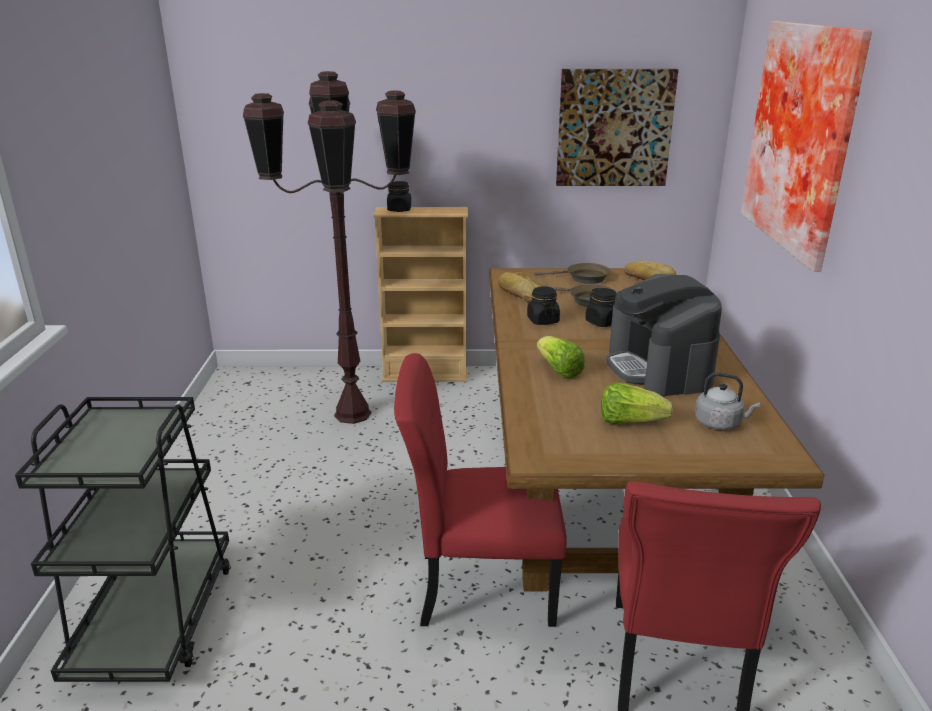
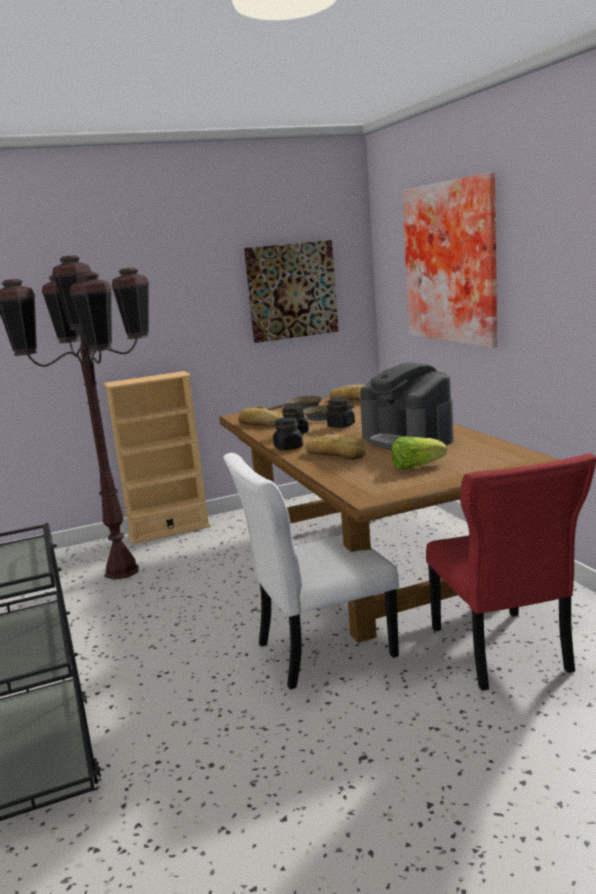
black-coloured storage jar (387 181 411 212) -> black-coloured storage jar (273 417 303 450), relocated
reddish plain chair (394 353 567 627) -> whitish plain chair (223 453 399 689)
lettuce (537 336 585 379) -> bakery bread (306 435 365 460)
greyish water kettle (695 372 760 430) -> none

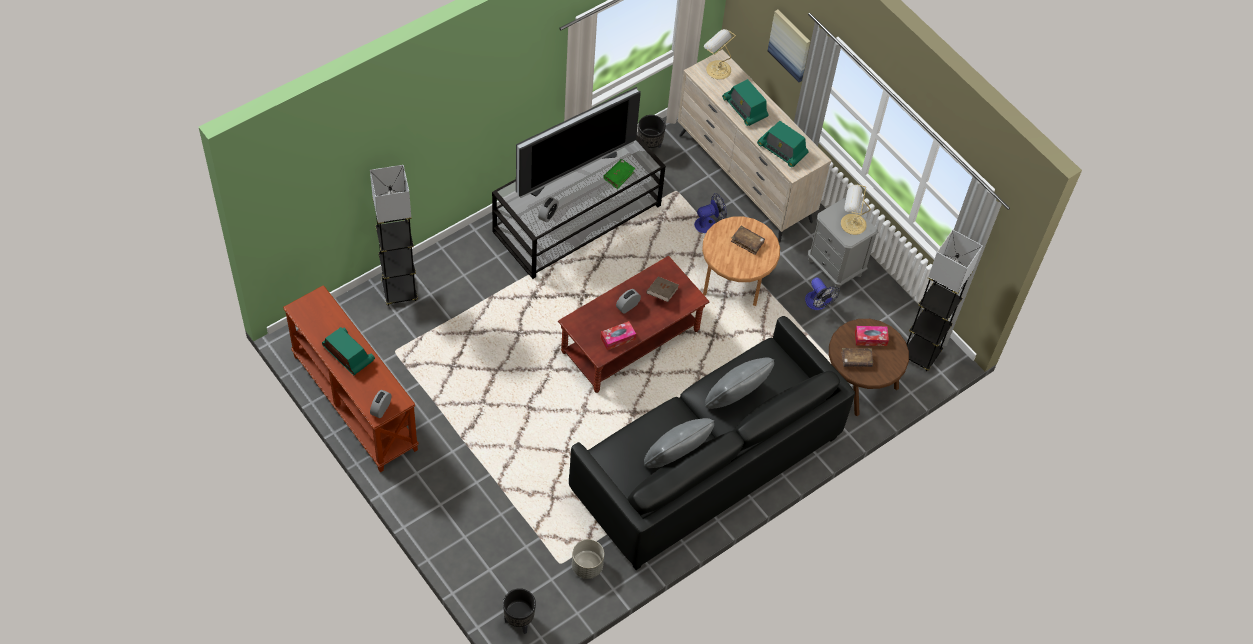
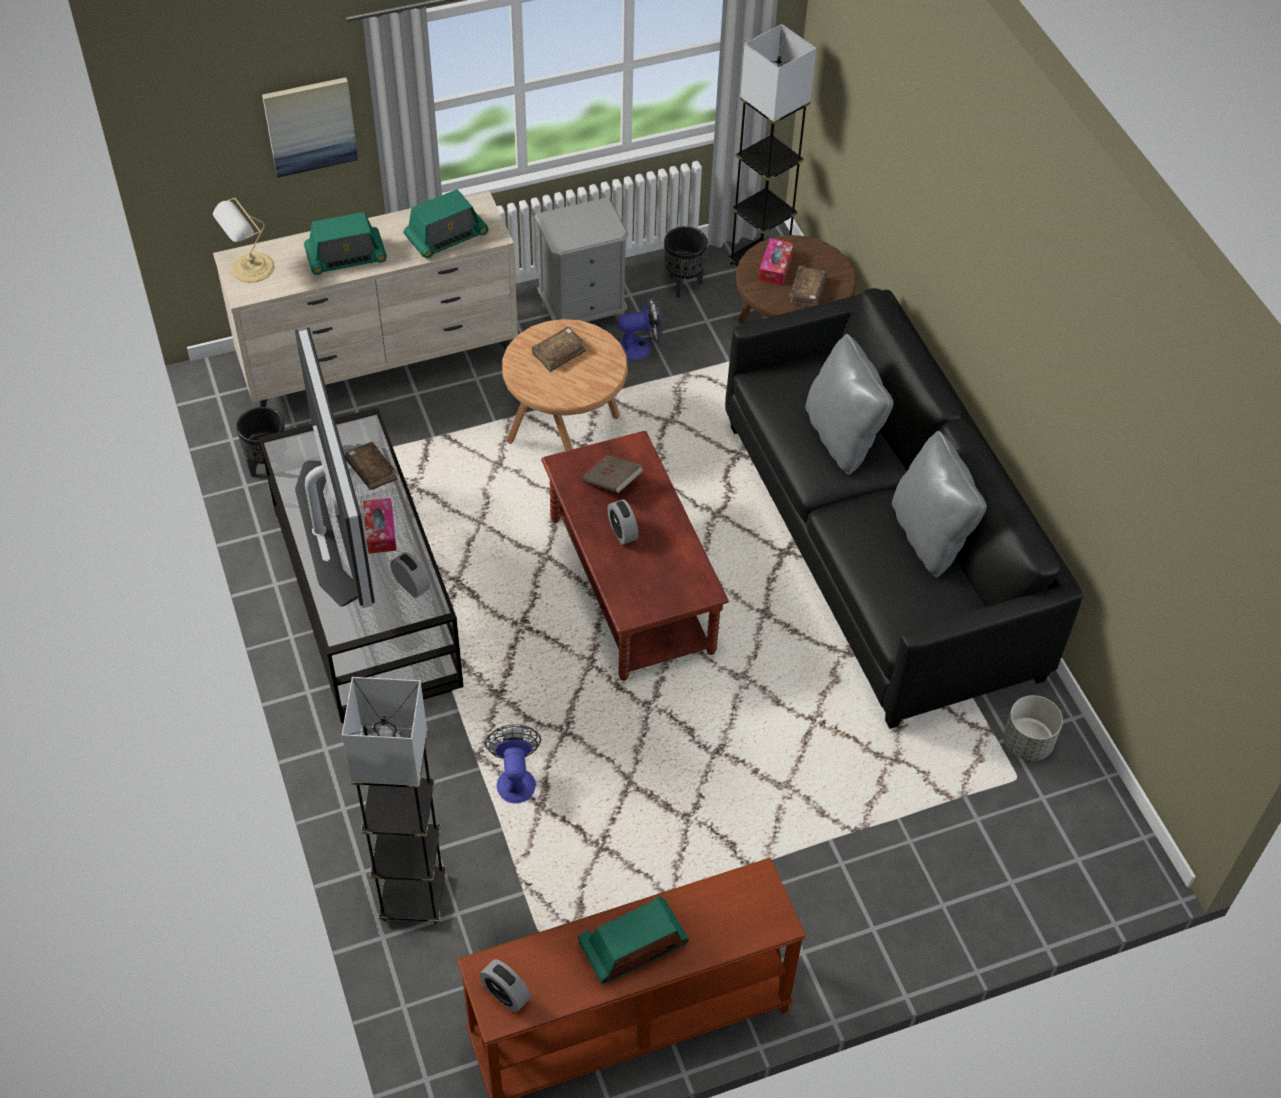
alarm clock (370 390 391 418) -> alarm clock (479 959 531 1012), relocated
black-coloured flower pot (503 588 536 634) -> black-coloured flower pot (664 226 707 298), relocated
box of tissues (600 321 636 350) -> box of tissues (363 498 397 554), relocated
green-coloured volume (603 159 635 189) -> brown volume (345 442 398 490)
electric fan (694 193 727 233) -> electric fan (485 724 541 803), relocated
table lamp (841 184 871 235) -> none

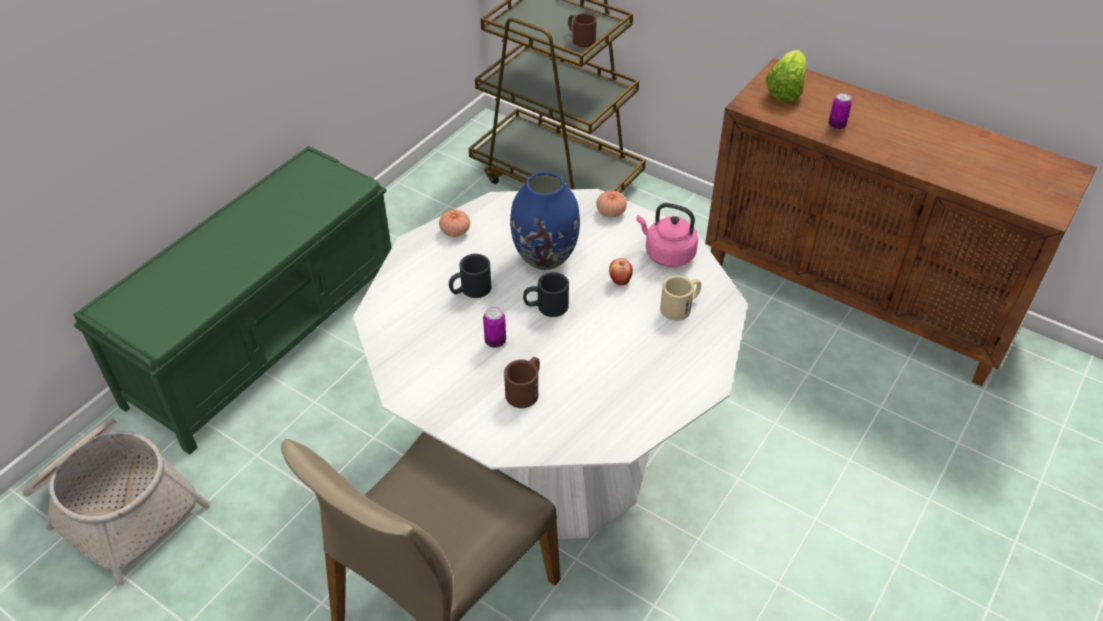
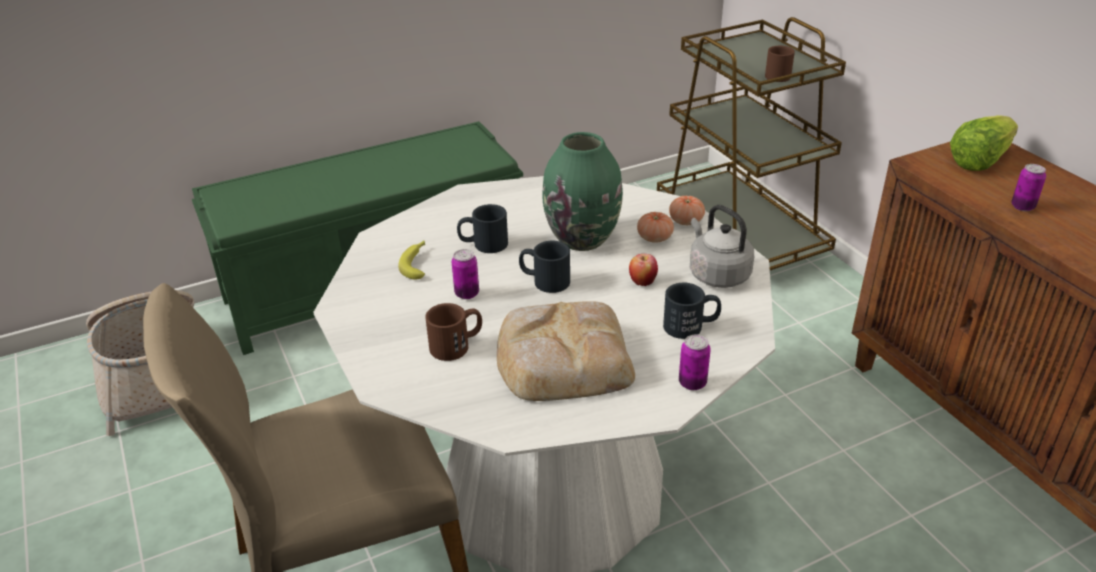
tomato (439 210 470 237) -> tomato (637 212 674 243), relocated
blue decorative vase (510 172 580 270) -> green-coloured decorative vase (543 132 623 251)
pink-coloured water kettle (636 203 698 267) -> greyish water kettle (690 205 754 288)
beige coffee mug (660 275 701 321) -> black-coloured coffee mug (663 283 721 339)
none -> banana (398 241 425 279)
none -> bakery bread (497 301 635 401)
none -> metal can (679 334 711 390)

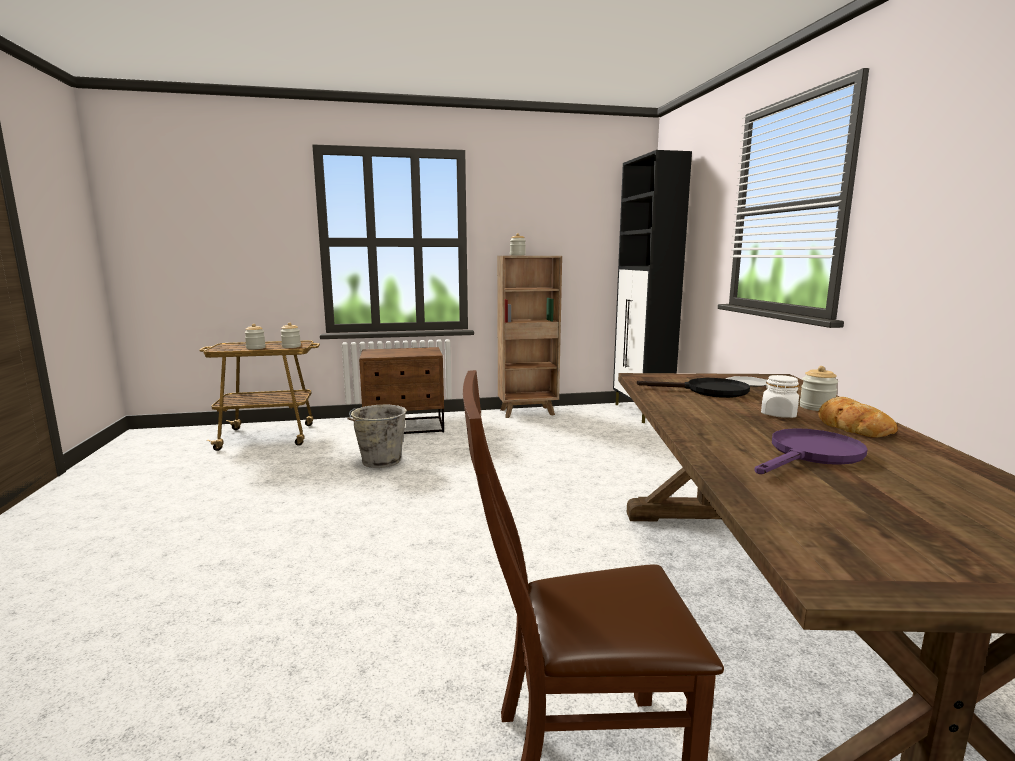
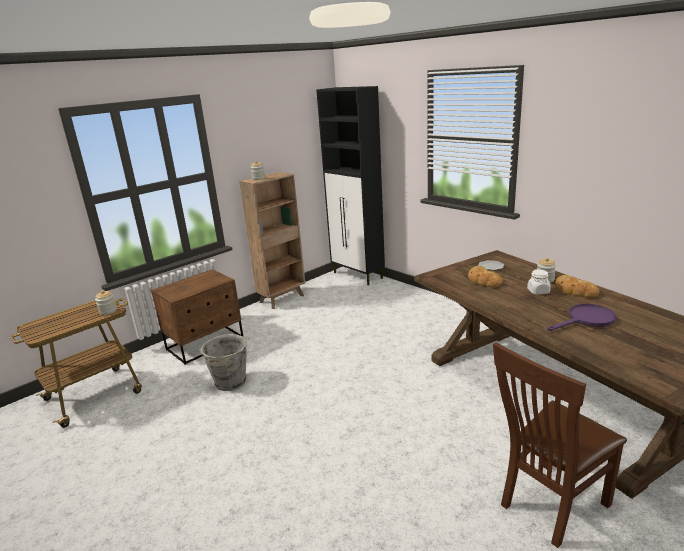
storage jar (244 324 266 349) -> none
black-coloured skillet (637 378 750 398) -> bakery bread (468 266 503 288)
purple skillet (755 428 868 474) -> purple skillet (547 304 616 331), 45 degrees clockwise

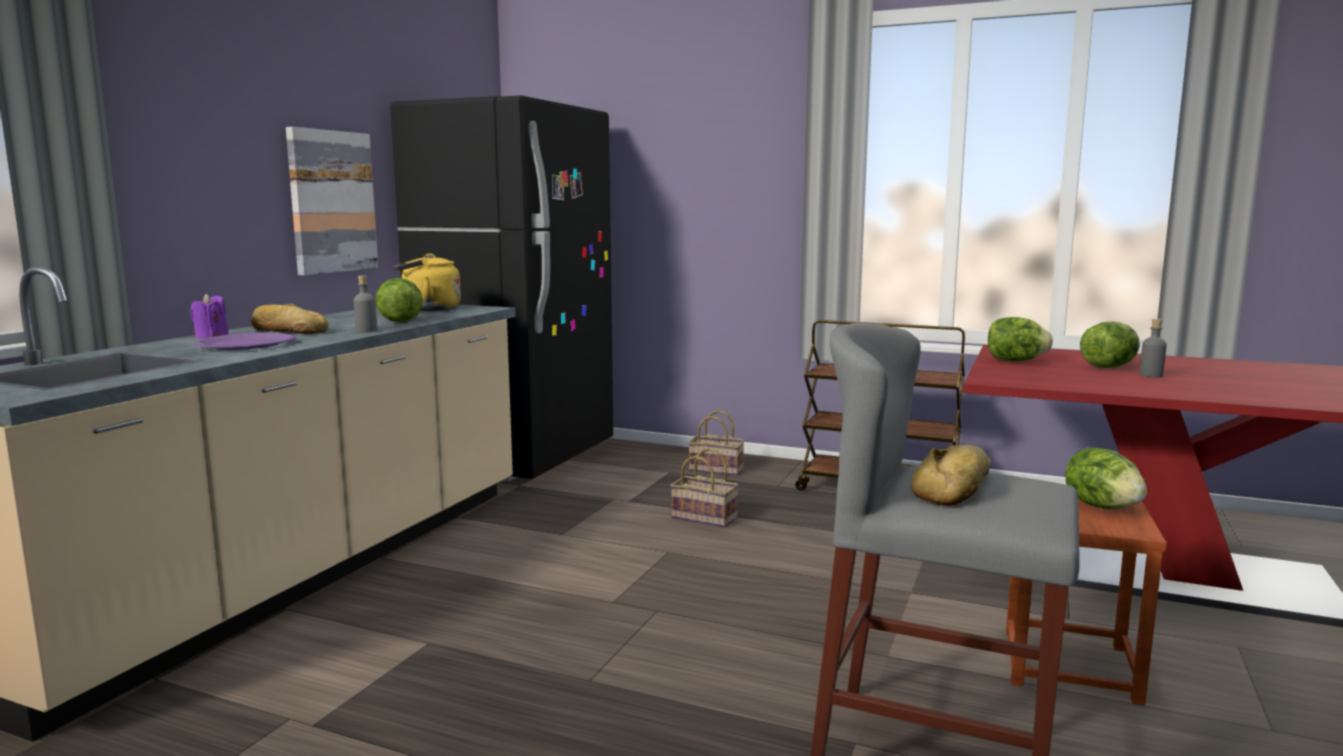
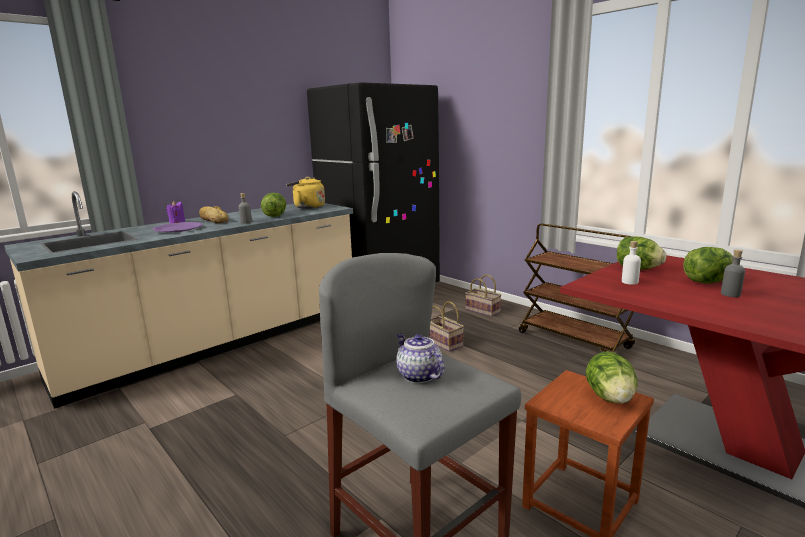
wall art (286 127 378 276) -> none
bakery bread (911 445 990 506) -> pot for tea (396 333 444 383)
none -> whitish bottle (622 241 641 285)

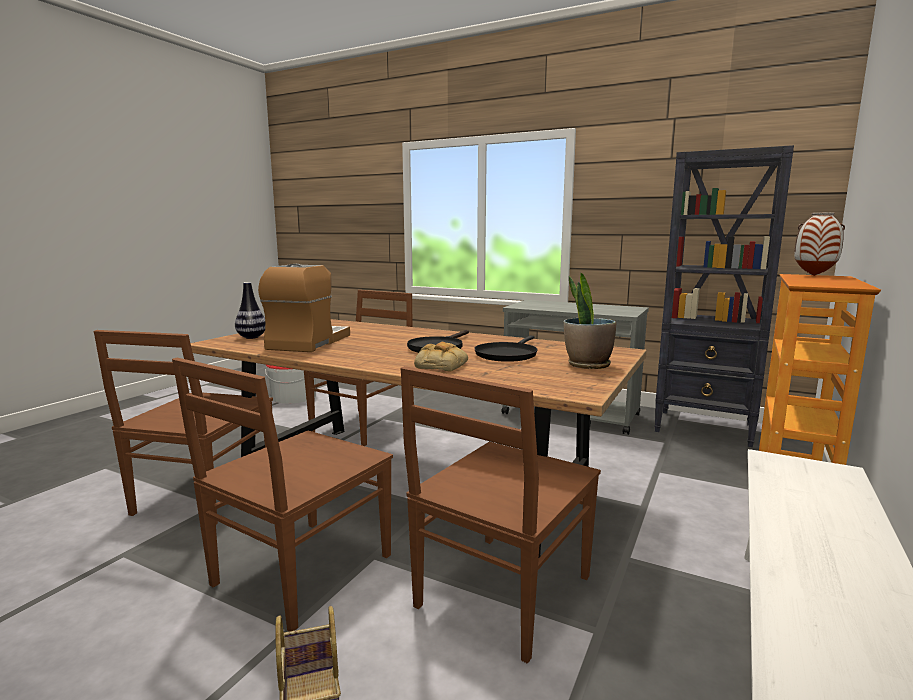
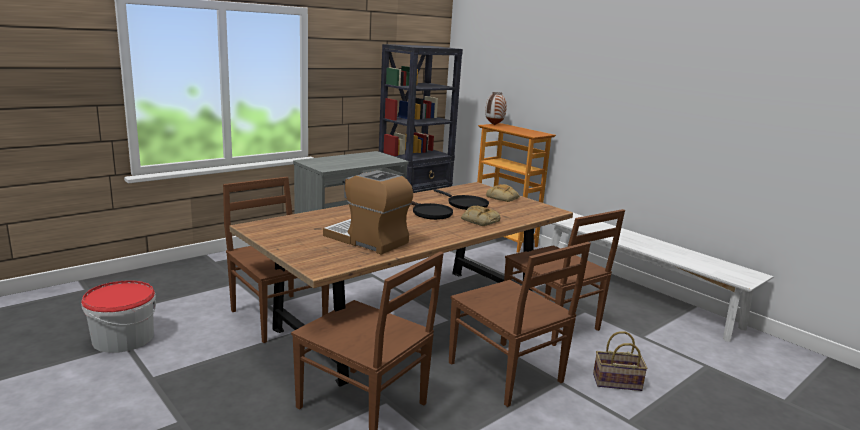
decorative vase (235 282 265 339) -> none
plant in a pot (564 273 616 369) -> bakery bread (486 184 520 202)

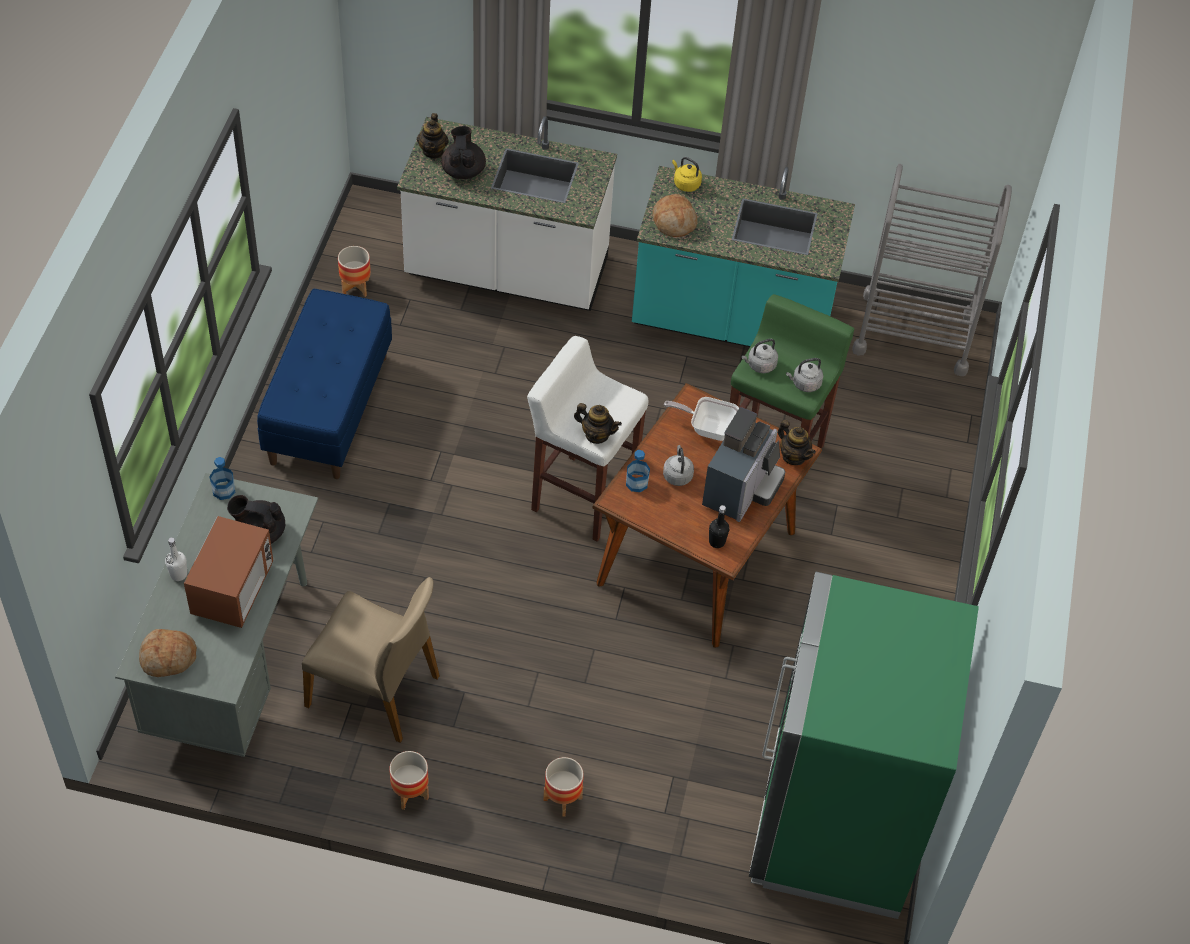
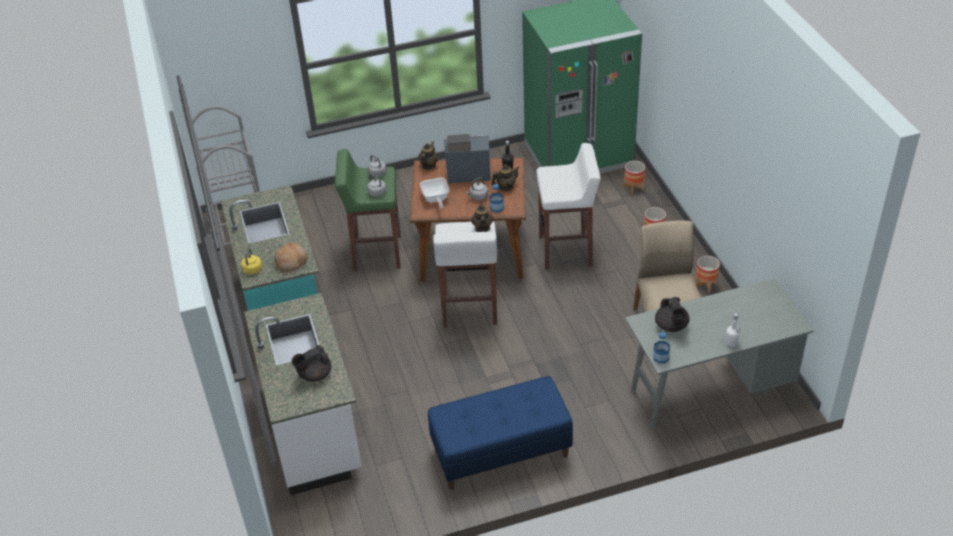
bakery bread (139 629 197 677) -> none
microwave oven (184 516 273 628) -> none
flower pot (338 246 371 297) -> flower pot (624 161 645 195), relocated
pot for tea (417 113 449 159) -> pot for tea (491 164 520 191), relocated
none -> whitish stool (537 143 601 270)

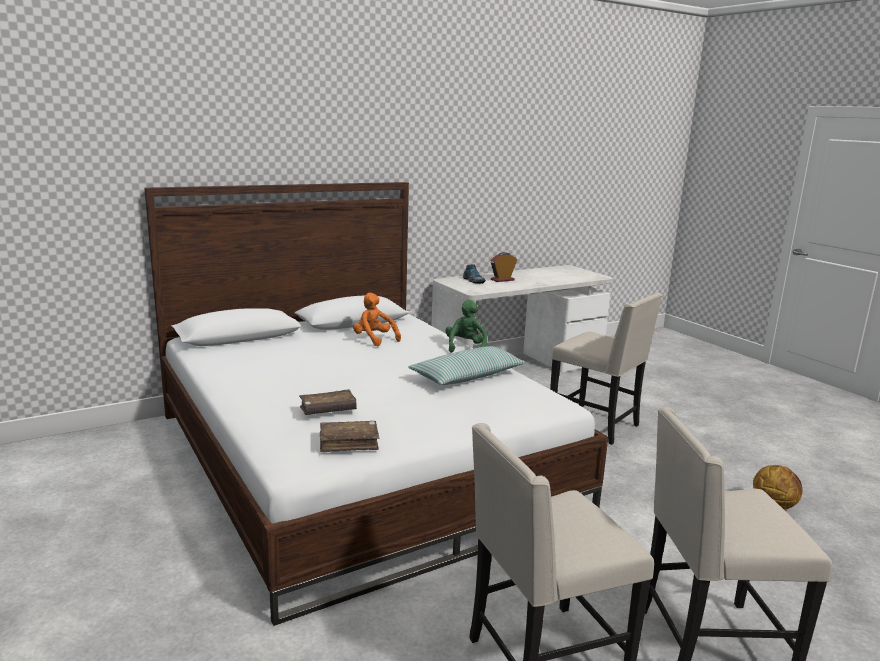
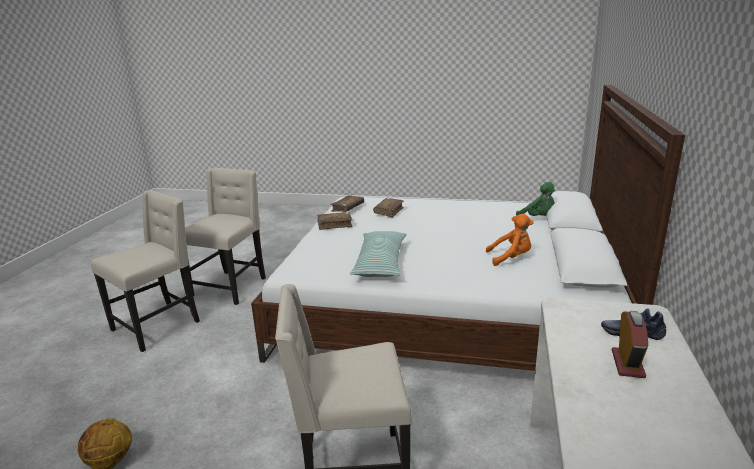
green-coloured soft toy (445 300 487 353) -> green-coloured soft toy (516 182 555 216), relocated
none -> brown volume (317 212 352 230)

